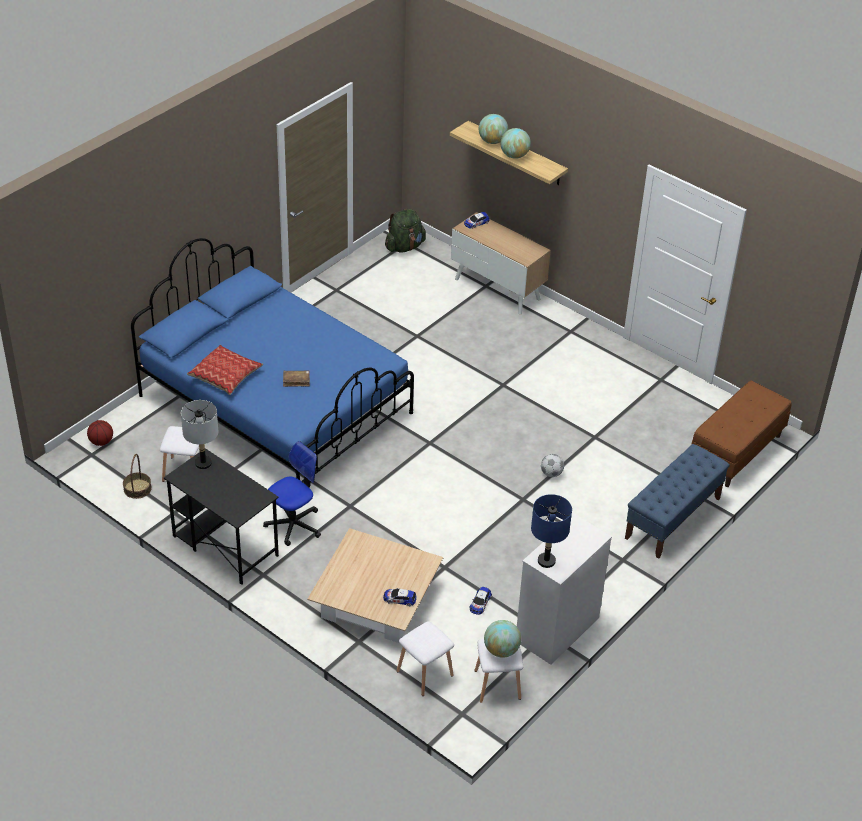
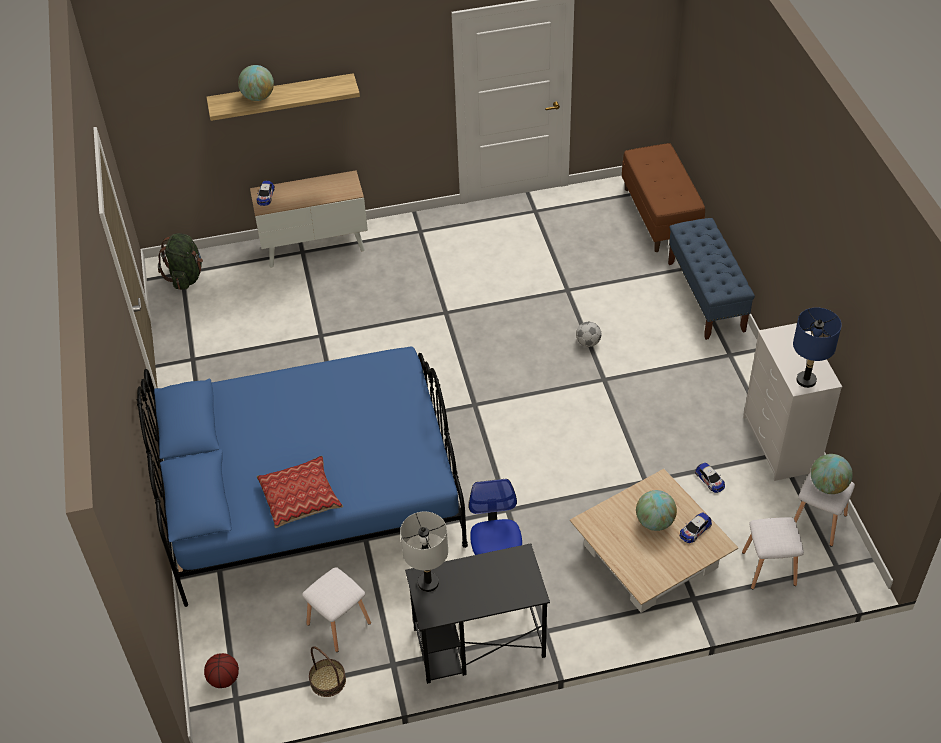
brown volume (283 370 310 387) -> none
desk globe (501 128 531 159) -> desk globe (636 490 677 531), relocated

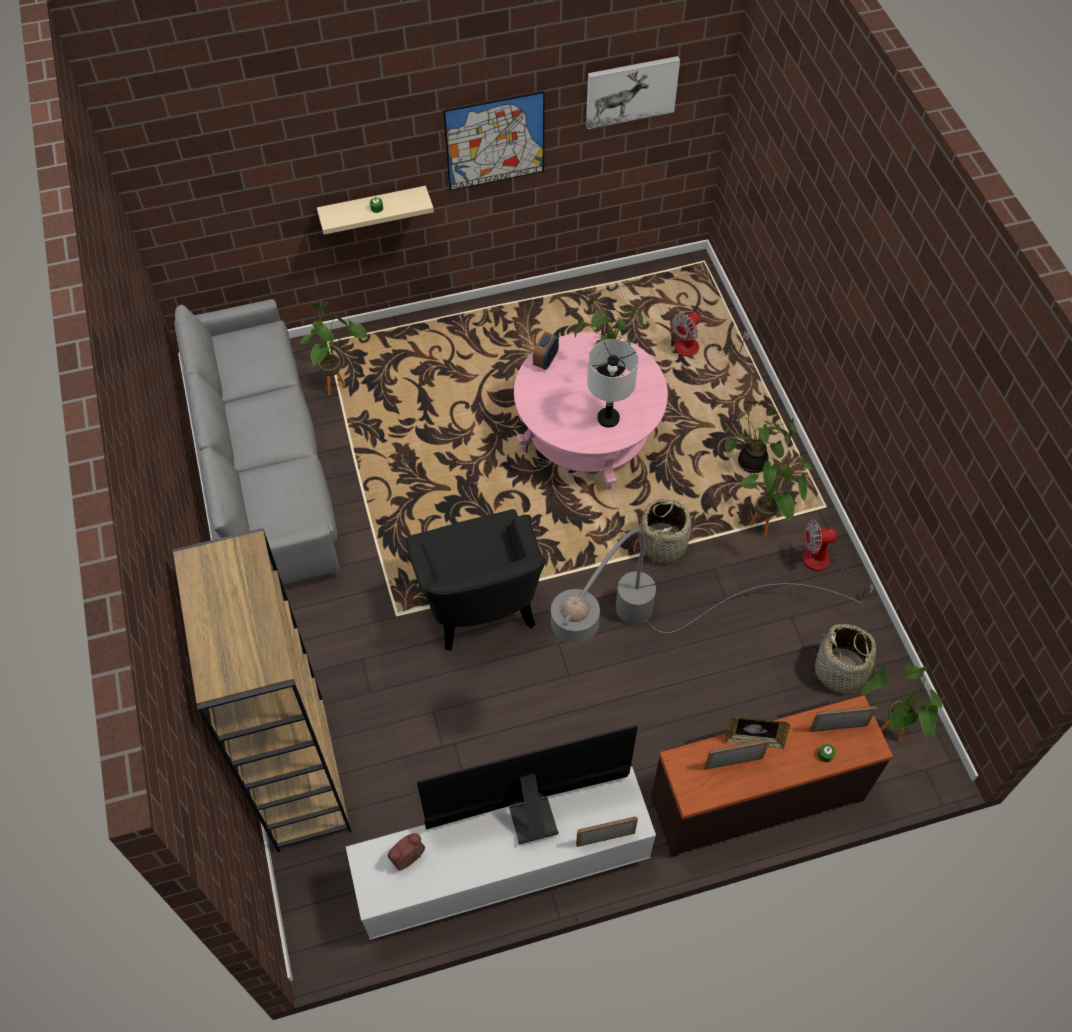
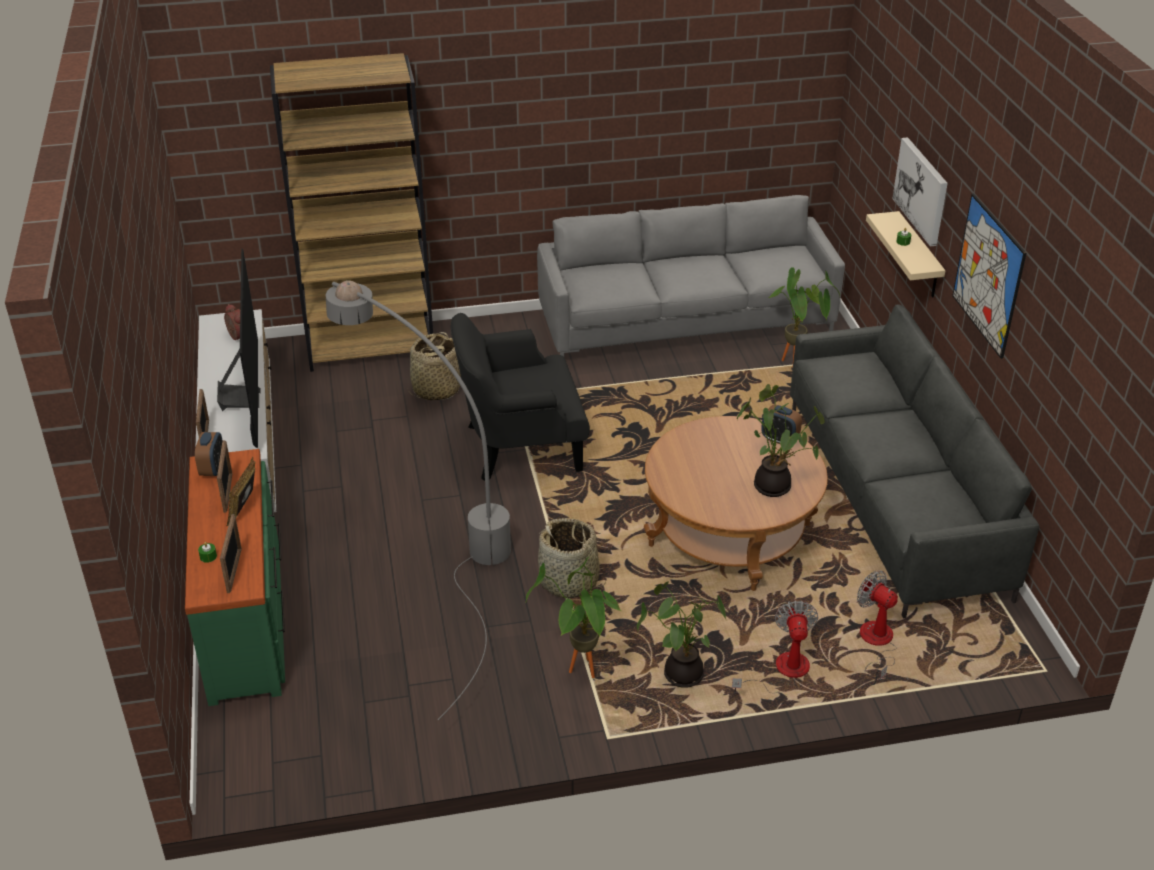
pink-coloured low table (514 332 668 490) -> brown low table (644 416 828 591)
wall art (586 56 680 129) -> wall art (892 137 948 246), relocated
greyish table lamp (587 339 638 428) -> none
brown drawer chest (650 695 893 857) -> green-coloured drawer chest (185 449 285 706)
electric fan (803 519 873 599) -> electric fan (732 600 818 694), relocated
household basket (813 624 877 693) -> household basket (408 332 461 400), relocated
plant in a pot (861 665 943 742) -> none
none -> alarm clock (195 432 222 476)
none -> greyish settee (790 304 1040 618)

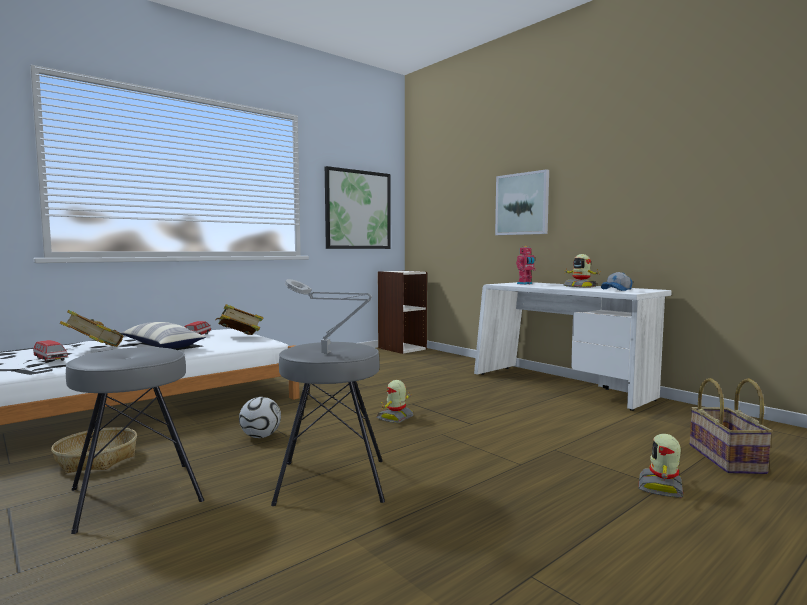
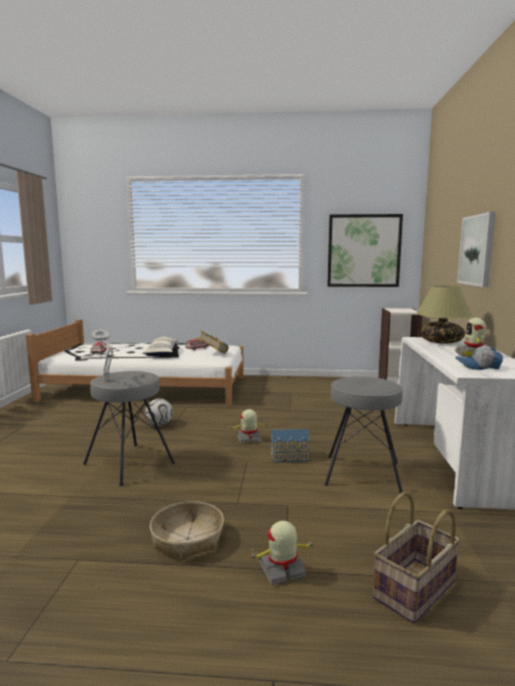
household basket (51 427 137 473) -> household basket (150 501 224 561), relocated
volume (60 310 123 347) -> none
greyish stool (66 347 204 534) -> greyish stool (324 376 403 494), relocated
model robot (516 246 536 285) -> table lamp (416 286 472 344)
none -> miniature house (271 429 310 463)

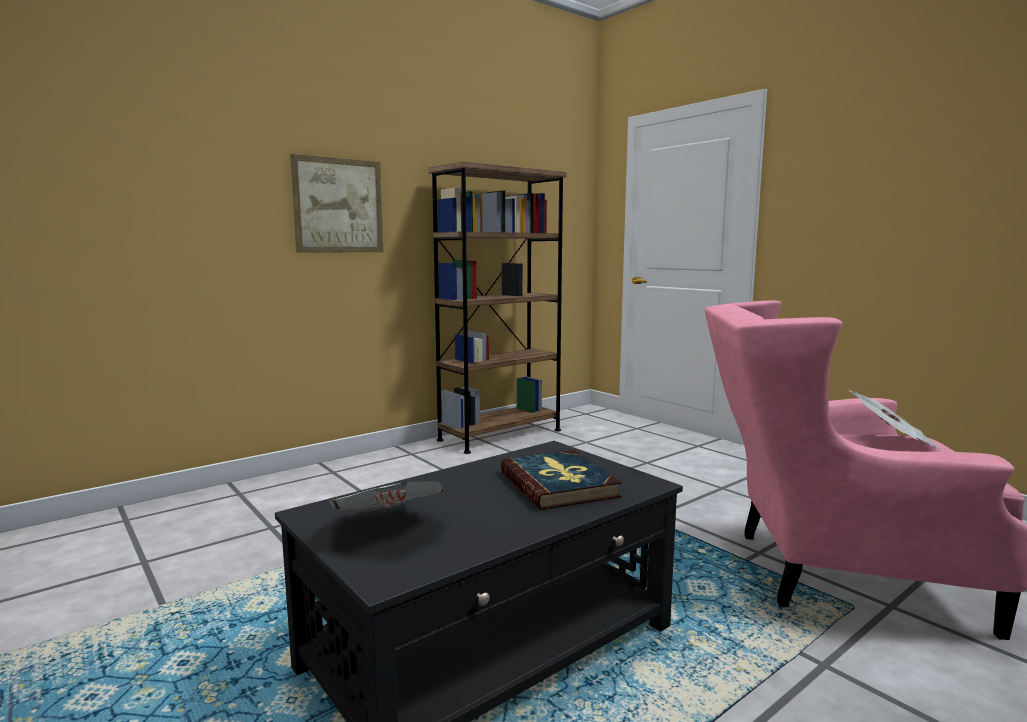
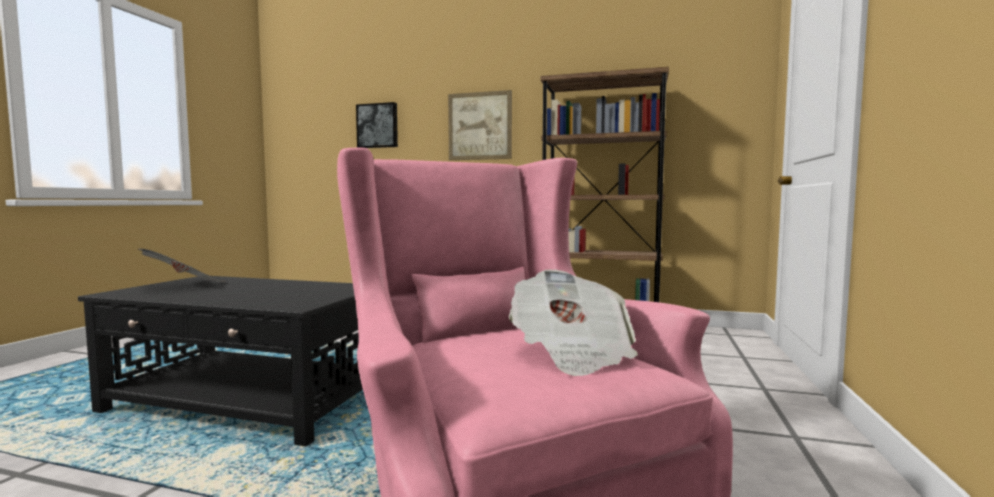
volume (500 450 622 510) -> none
none -> wall art (356 102 398 148)

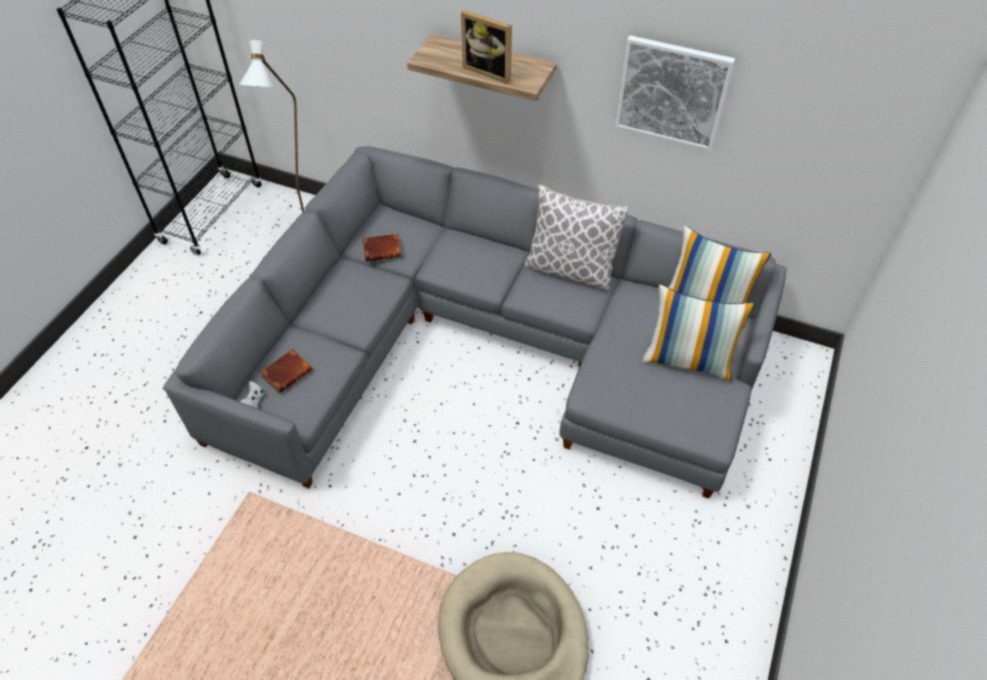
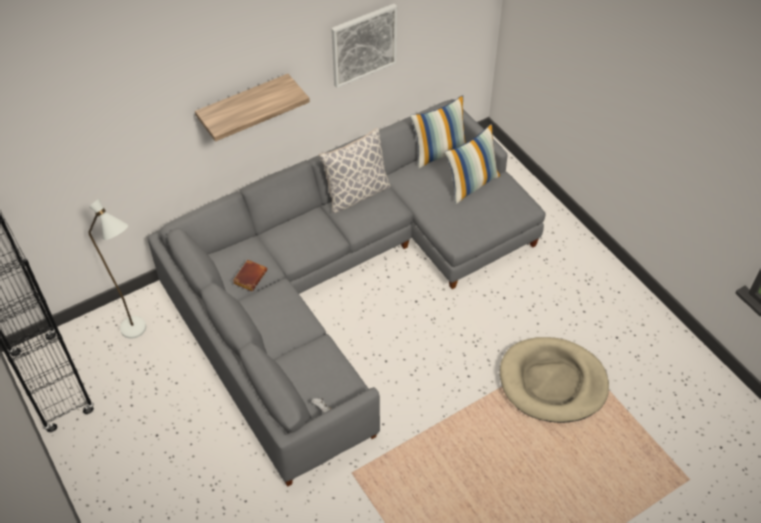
brown volume (260 349 312 393) -> none
standing frame (461 10 512 84) -> none

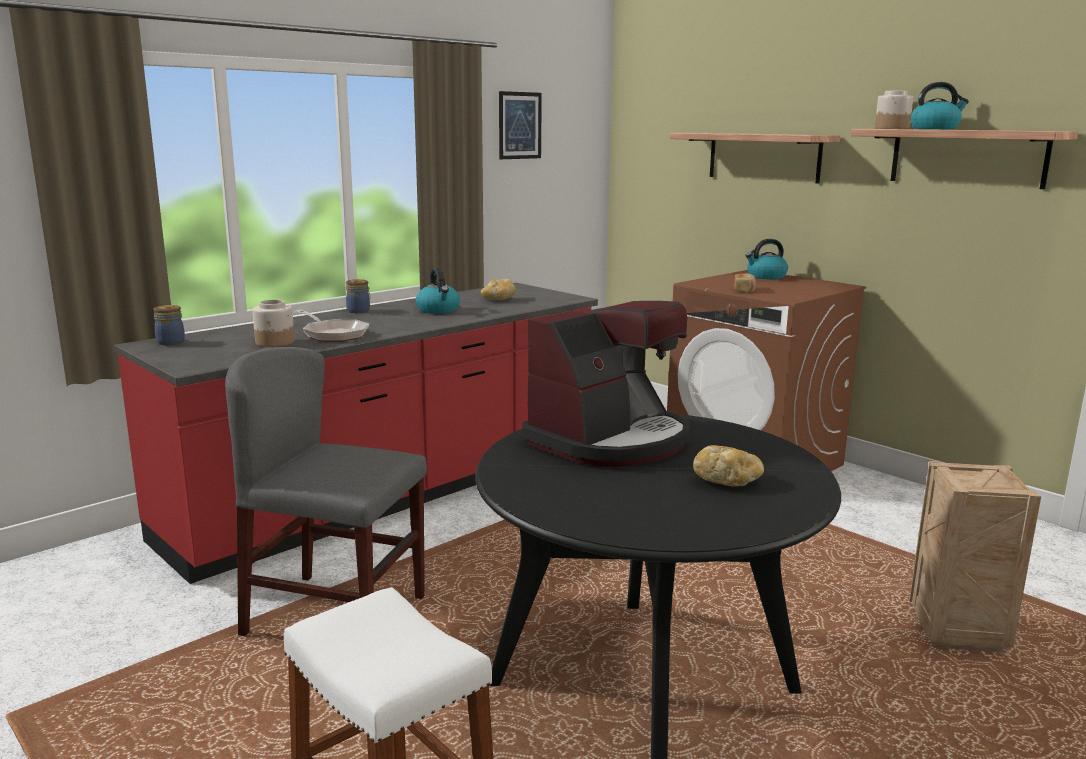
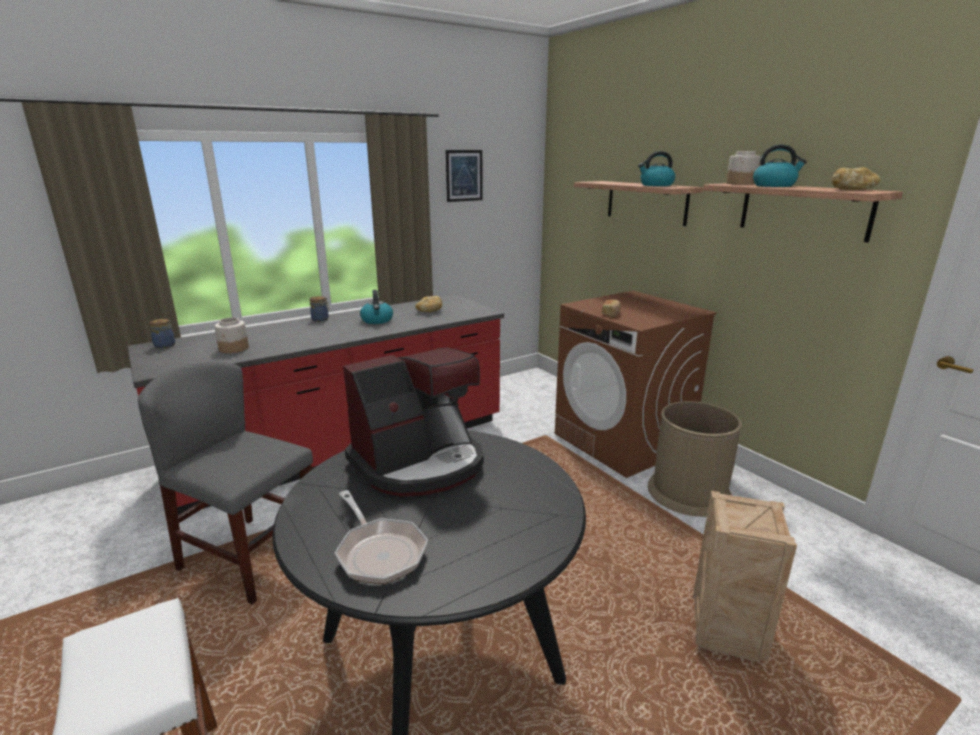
skillet (295 310 369 342) -> skillet (335 490 428 584), relocated
bakery bread (693 445 764 487) -> bakery bread (831 167 880 190), relocated
water kettle (745 239 788 279) -> water kettle (638 151 675 186), relocated
none -> brown rubbish bin (648 401 742 517)

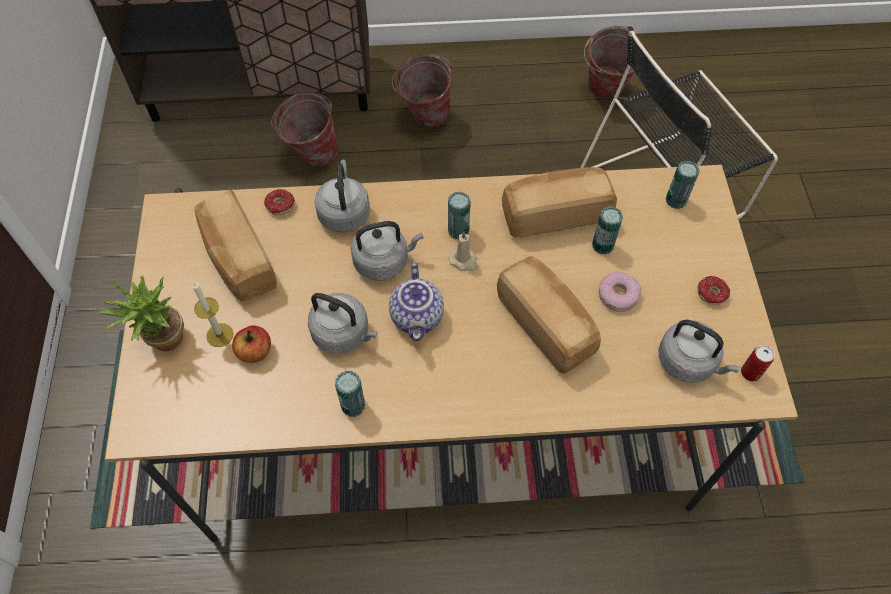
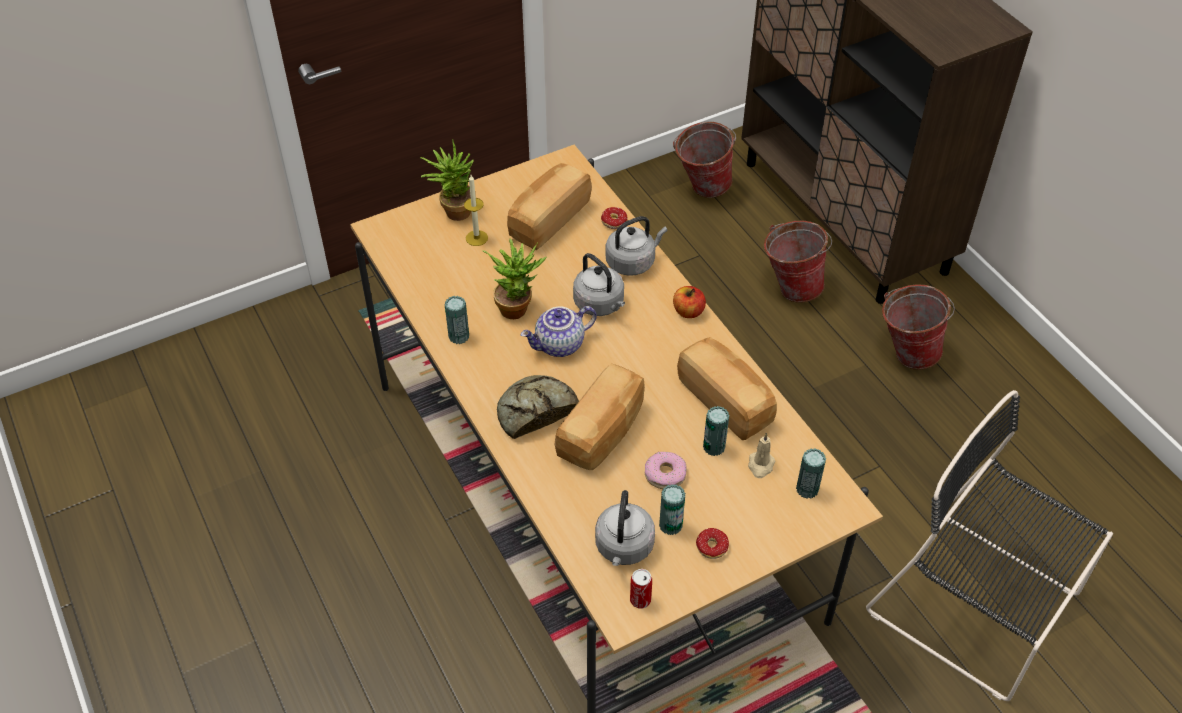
apple (232 325 271 363) -> apple (673 286 706 318), relocated
greyish water kettle (308 293 378 354) -> plant in a pot (482 239 546 319)
metal can (448 191 471 240) -> metal can (659 484 685 535), relocated
beige candle (449 231 477 271) -> beige candle (748 433 775 478), relocated
bucket (584 26 645 99) -> bucket (673 122 736 198), relocated
none -> bakery bread (497 375 579 439)

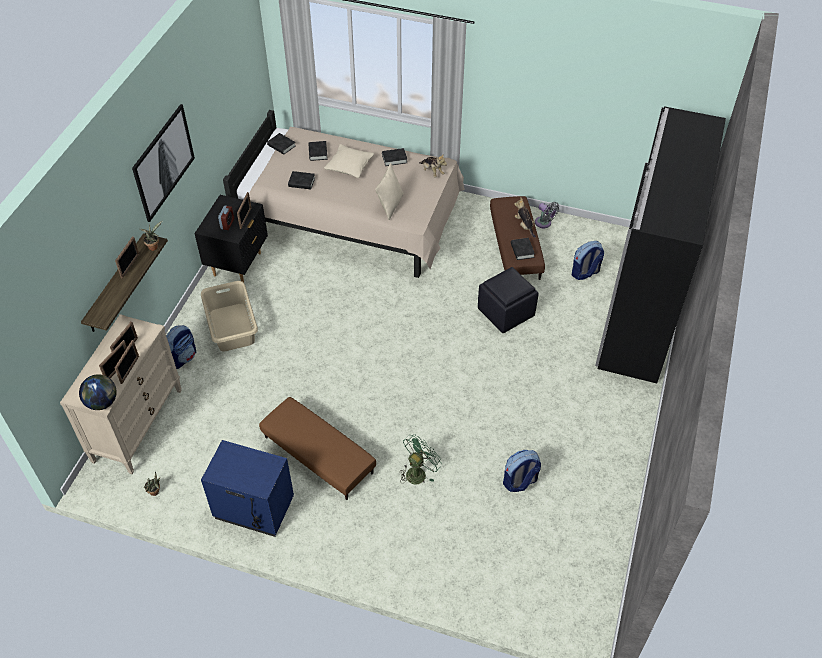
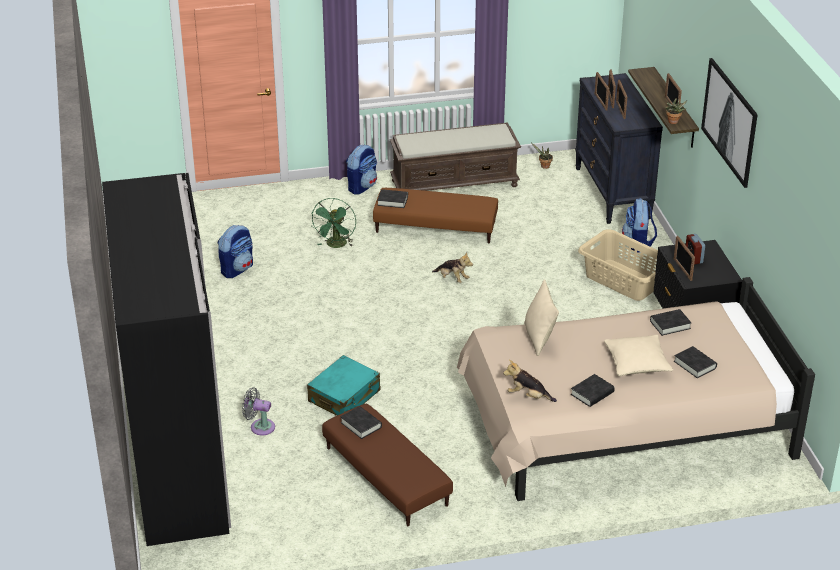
beige drawer chest (60 314 182 474) -> black-coloured drawer chest (575 73 663 224)
desk globe (79 375 117 410) -> none
blue bedside table (201 440 294 537) -> brown long seat (390 122 521 191)
black-coloured volume (267 133 296 155) -> black-coloured volume (377 189 408 208), relocated
black-coloured pouffe (478 267 539 333) -> turquoise piece of luggage (307 355 380 416)
soft toy (514 197 536 238) -> soft toy (432 252 473 283), relocated
greyish electric fan (535 202 559 228) -> greyish electric fan (242 387 275 435), relocated
knapsack (572 241 604 280) -> knapsack (346 145 377 195), relocated

